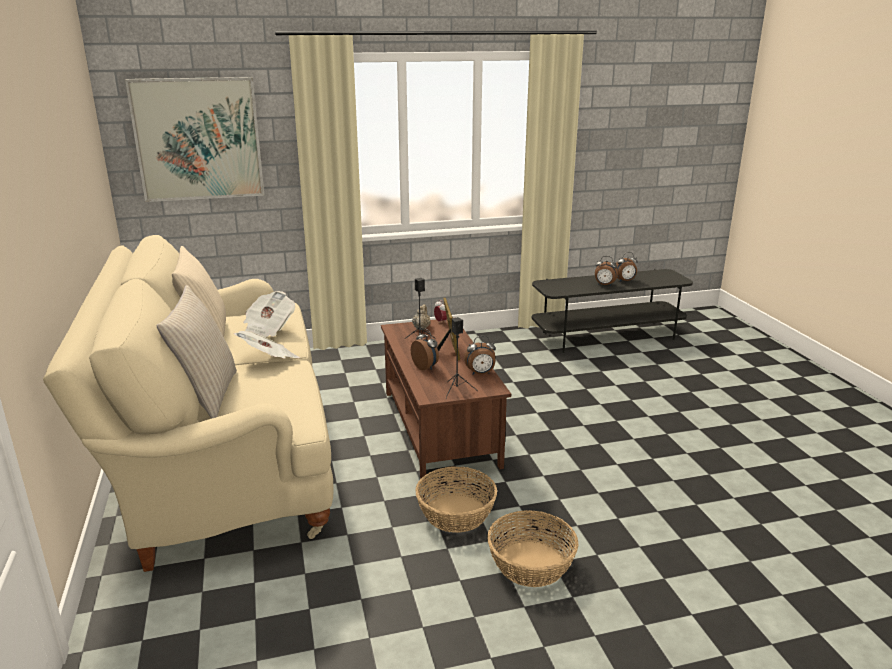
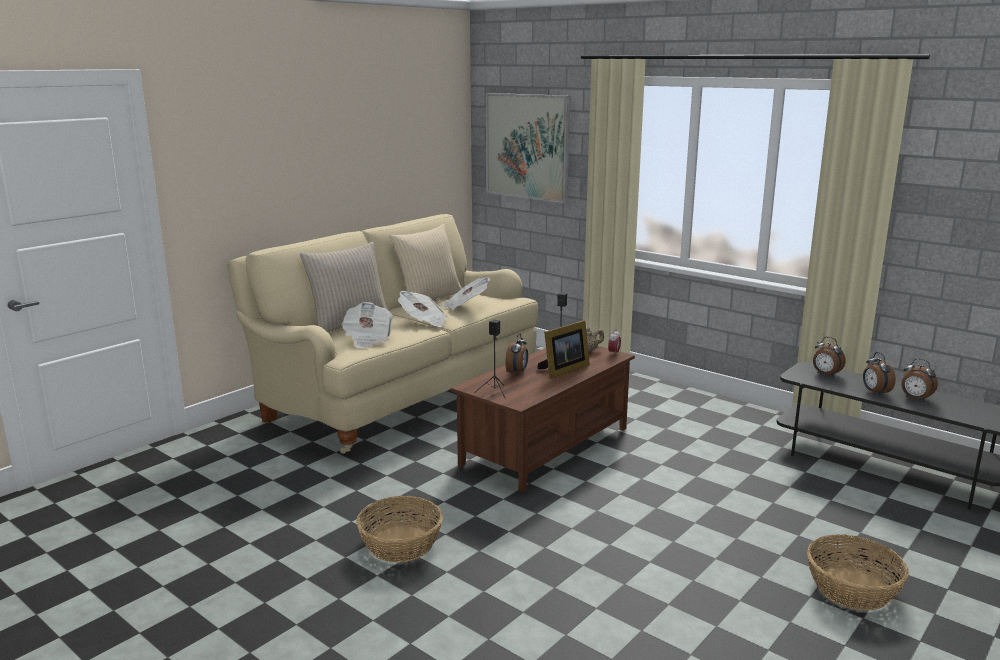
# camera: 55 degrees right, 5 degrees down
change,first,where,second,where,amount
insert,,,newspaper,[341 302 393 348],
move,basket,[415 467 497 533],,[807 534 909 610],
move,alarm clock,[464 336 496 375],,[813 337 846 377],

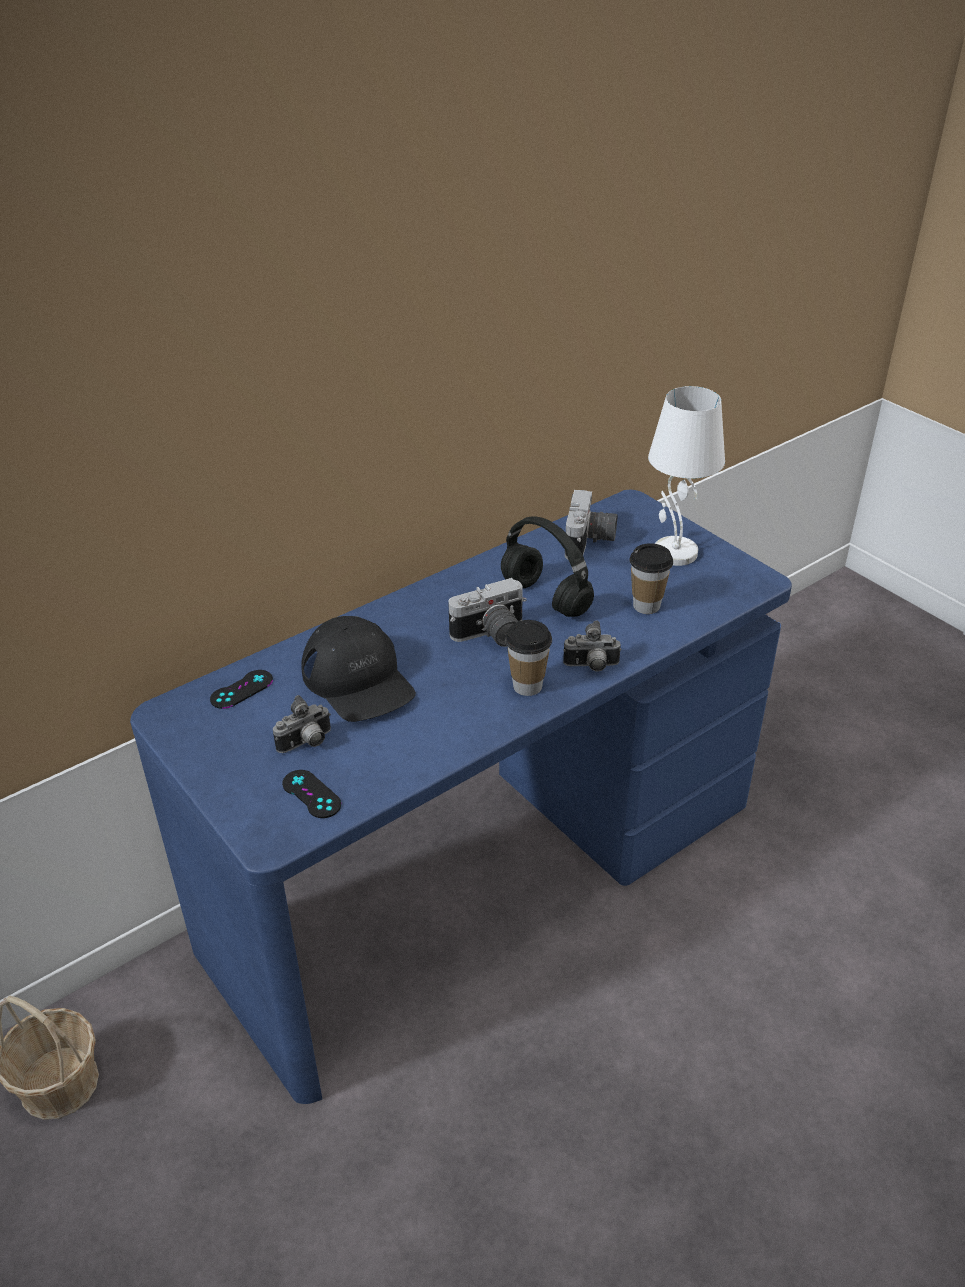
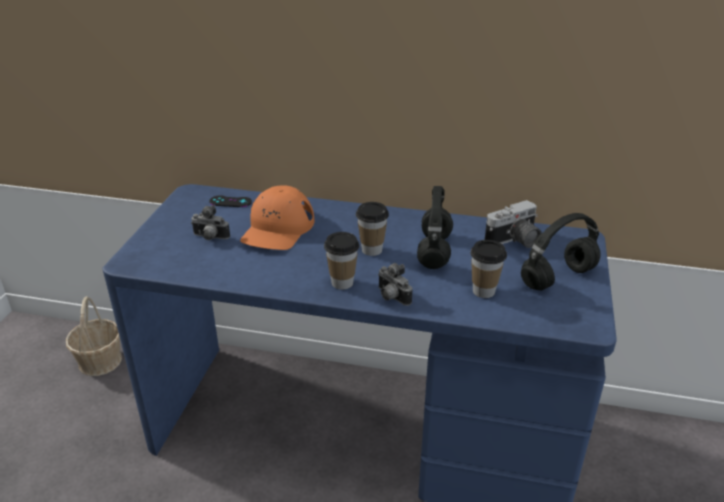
# camera: 50 degrees right, 5 degrees down
change,first,where,second,where,amount
recolor,black cap,[301 616 416 722],orange cap,[240 185 314 250],
replace,photo camera,[448 578 526 647],cup,[356 202 389 256],
replace,white table lamp,[648 386 725 566],black headphones,[521 213 601 290],
delete,black game controller,[282 770 341 818],,,

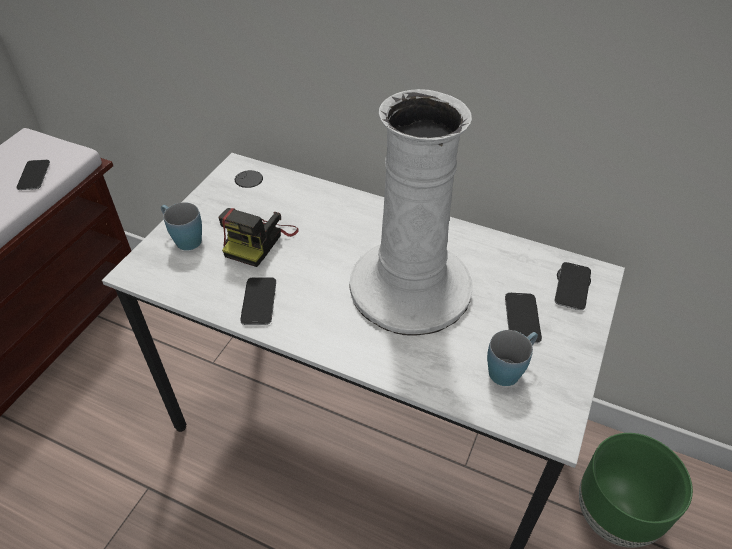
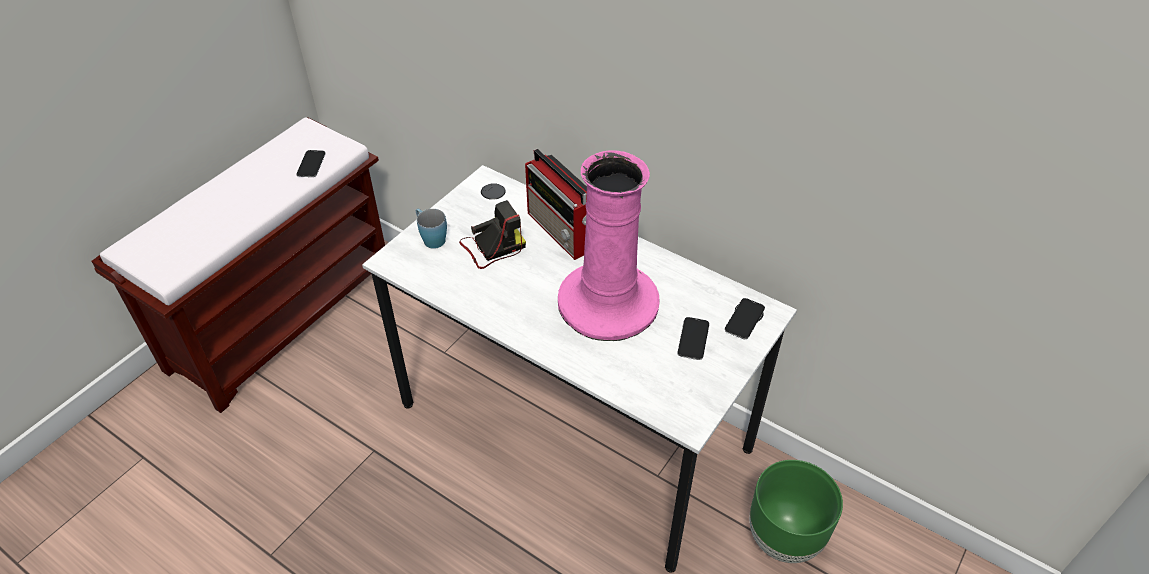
# camera: 10 degrees right, 0 degrees up
change,first,where,second,where,amount
rotate,photo camera,[218 208 299 267],,[459 200 526 269],150 degrees counterclockwise
insert,,,radio,[525 149 587 260],
recolor,white vase,[350 89 473 335],pink vase,[558 150 659 341],
delete,phone,[240 277 276 325],,,
delete,blue mug,[487 330 538 386],,,

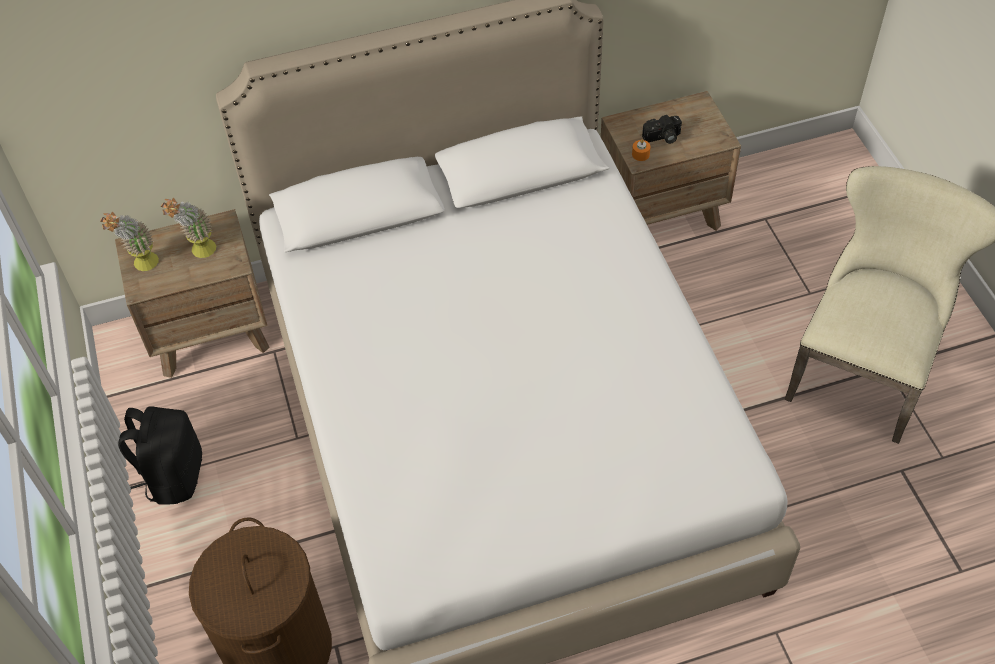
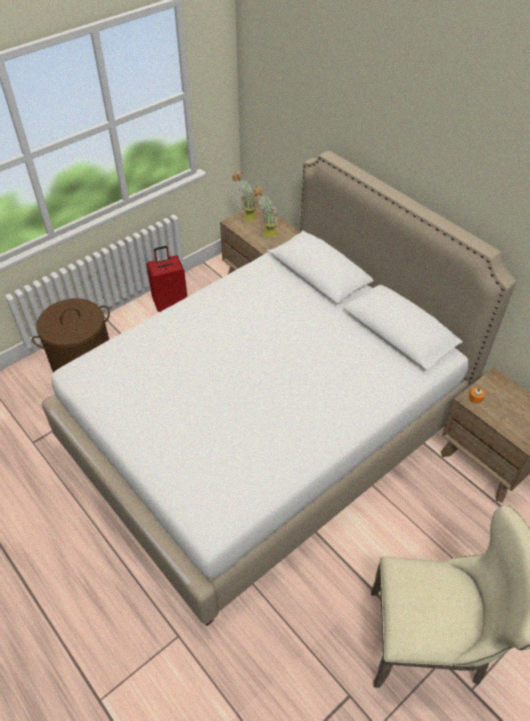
# camera: 65 degrees right, 5 degrees down
change,first,where,second,where,amount
replace,black backpack,[118 406 202 505],red suitcase,[146 246 187 312],
delete,photo camera,[642 115 682 144],,,

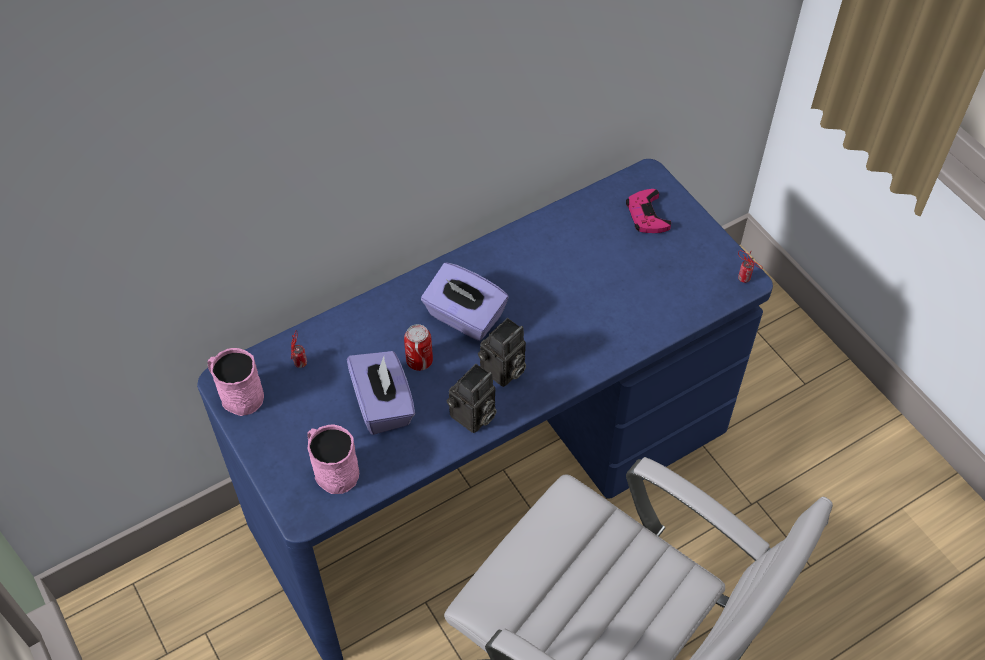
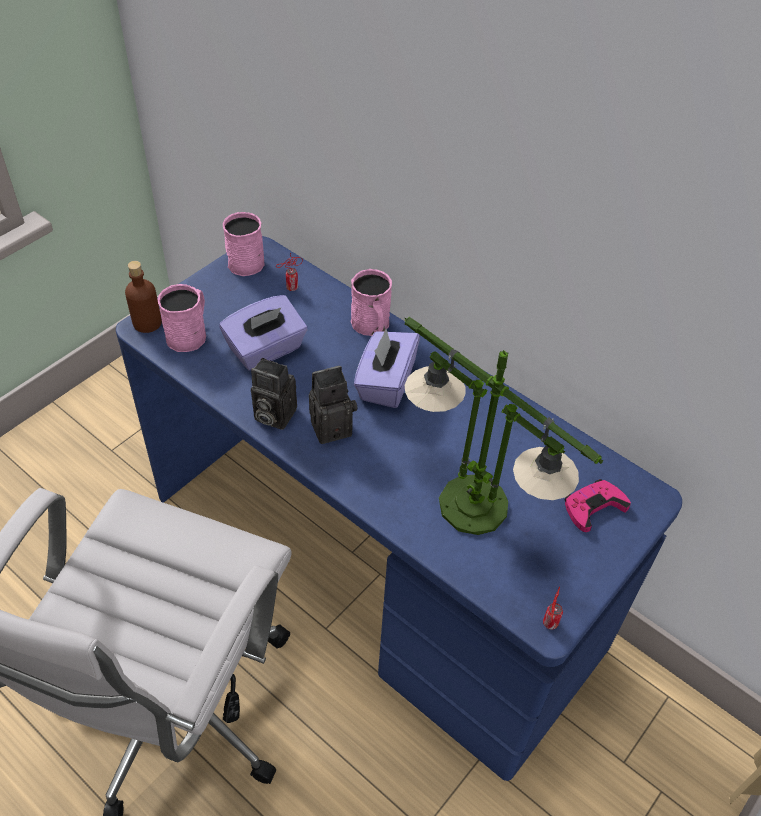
# camera: 70 degrees right, 5 degrees down
change,first,where,second,where,amount
insert,,,brown bottle,[125 261 162 333],
rotate,photo camera,[478 318 526 387],,[309 366 357 444],135 degrees clockwise
insert,,,pink mug,[351 269 392 336],
insert,,,table lamp,[404 317 603 535],
delete,can,[404 324 433 371],,,

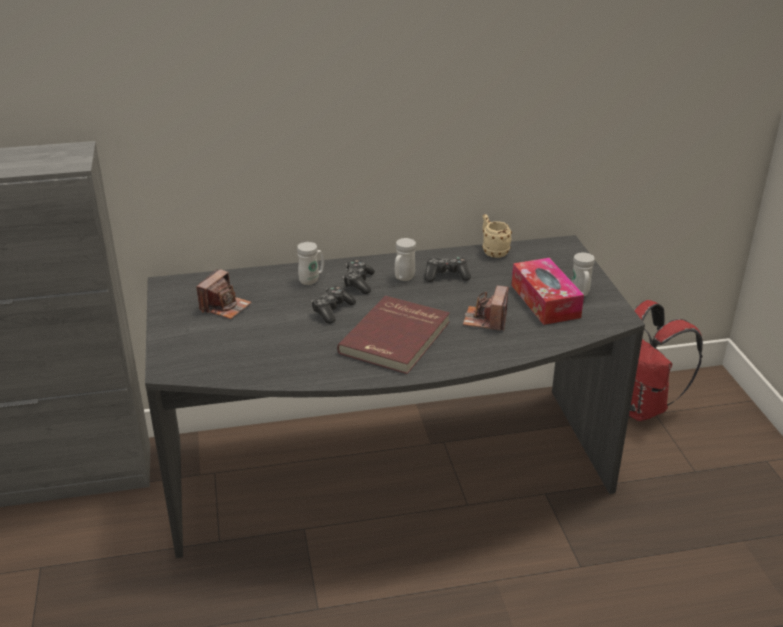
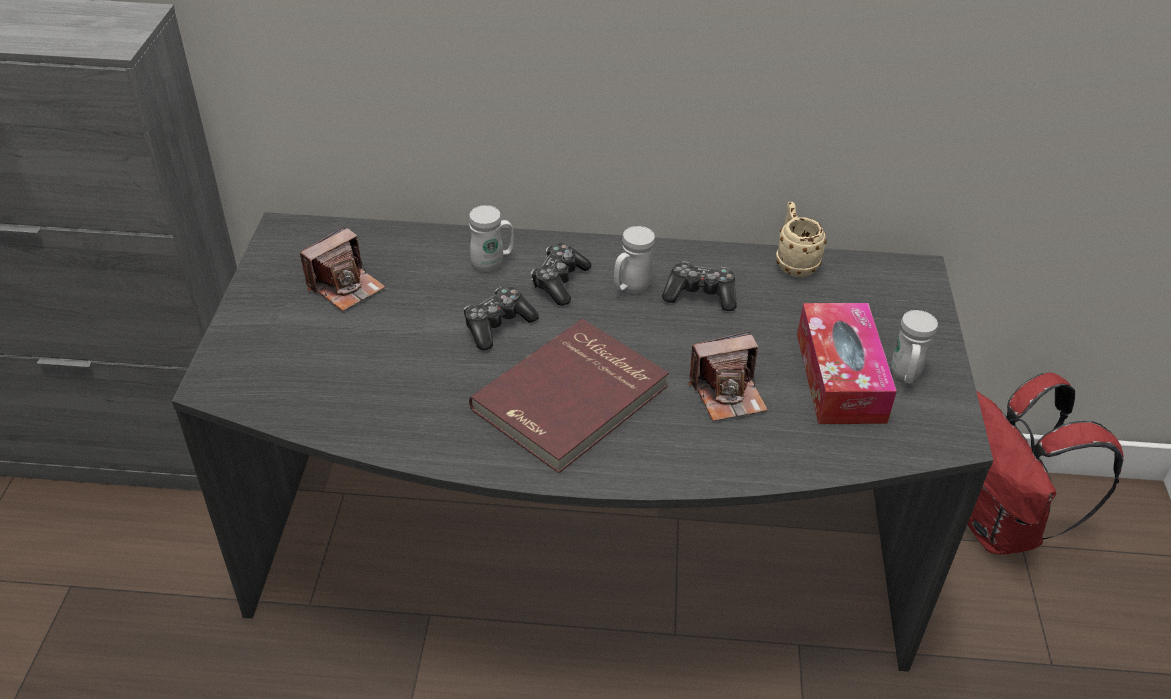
# camera: 15 degrees right, 10 degrees up
change,first,where,second,where,amount
rotate,photo camera,[463 285 508 331],,[689 331 768 421],135 degrees counterclockwise

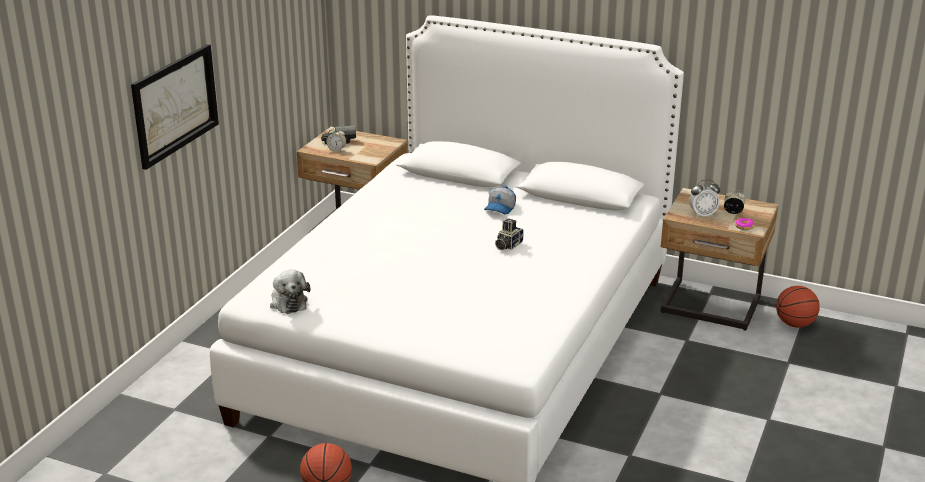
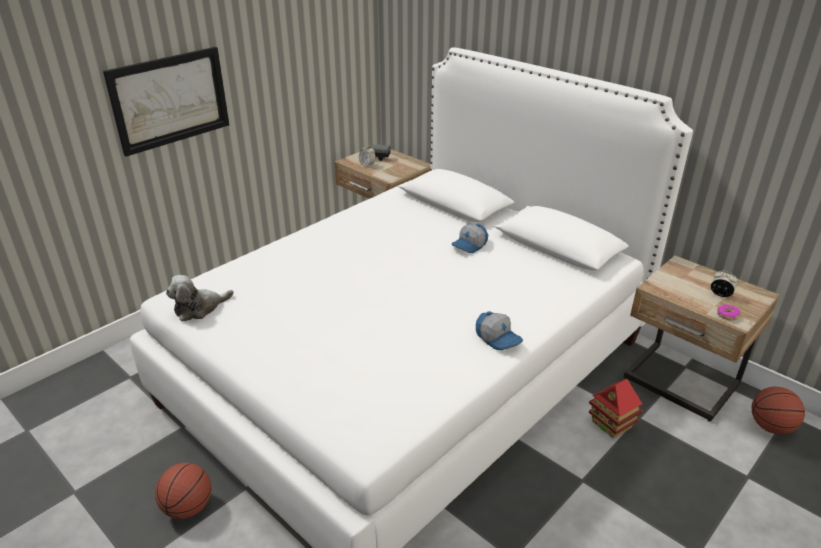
# camera: 20 degrees right, 5 degrees up
change,first,where,second,where,amount
rotate,plush toy,[270 270 311 314],,[166 275 234 322],60 degrees clockwise
insert,,,cap,[476 311 523 350],
insert,,,toy house,[589 379 643 438],
delete,photo camera,[495 218 524 250],,,
delete,alarm clock,[689 179 720 218],,,

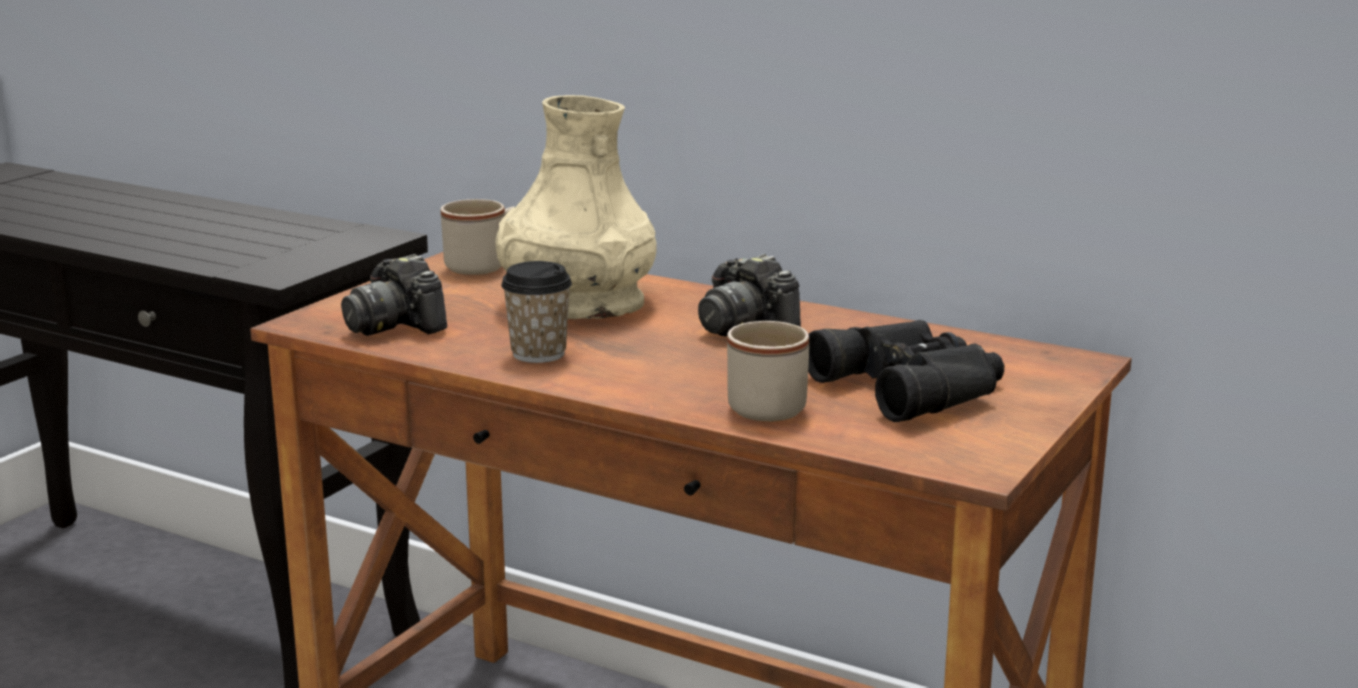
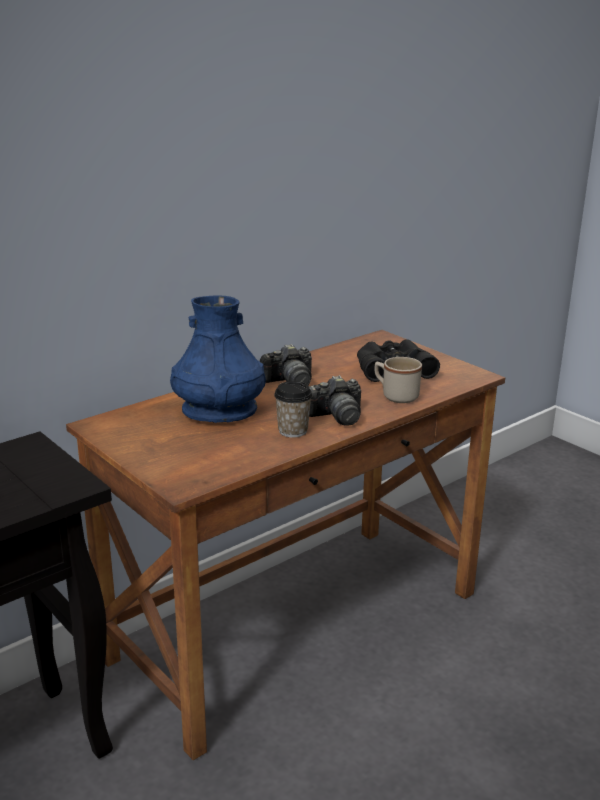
# camera: 70 degrees left, 5 degrees up
change,first,where,second,where,amount
recolor,beige vase,[495 95 657 319],blue vase,[170 295 266 423],
move,photo camera,[341 254 447 336],,[309 375 361 425],
delete,beige mug,[441 199 514 275],,,

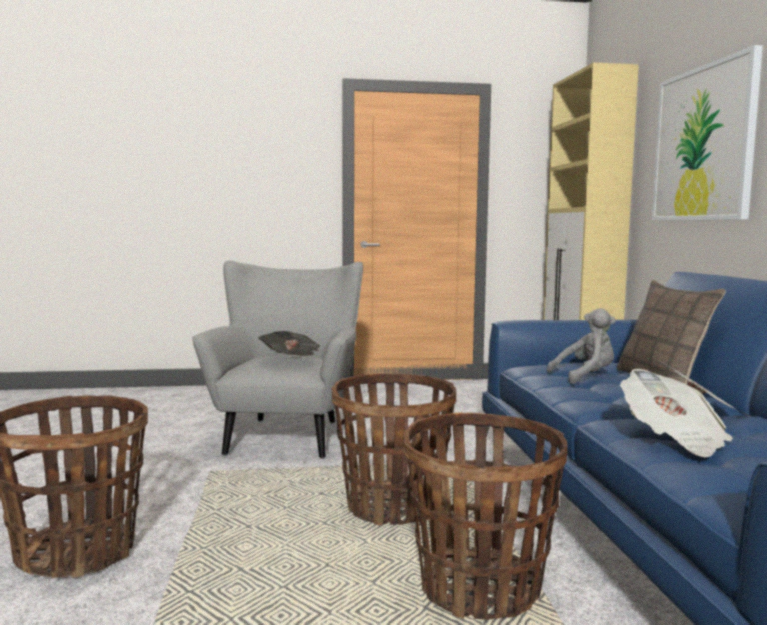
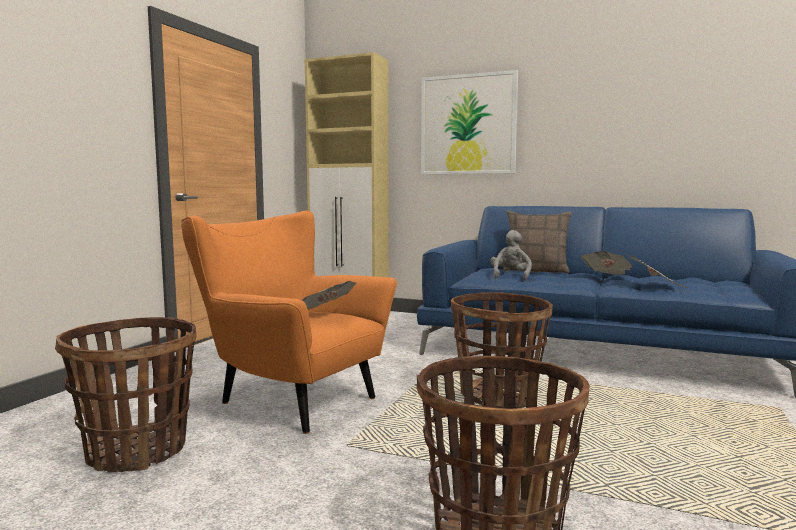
# camera: 60 degrees left, 0 degrees up
change,first,where,second,where,amount
move,basket,[403 412 567 620],,[55 317 196 472],
recolor,grey armchair,[192 260 363 459],orange armchair,[181 210 397 434],

